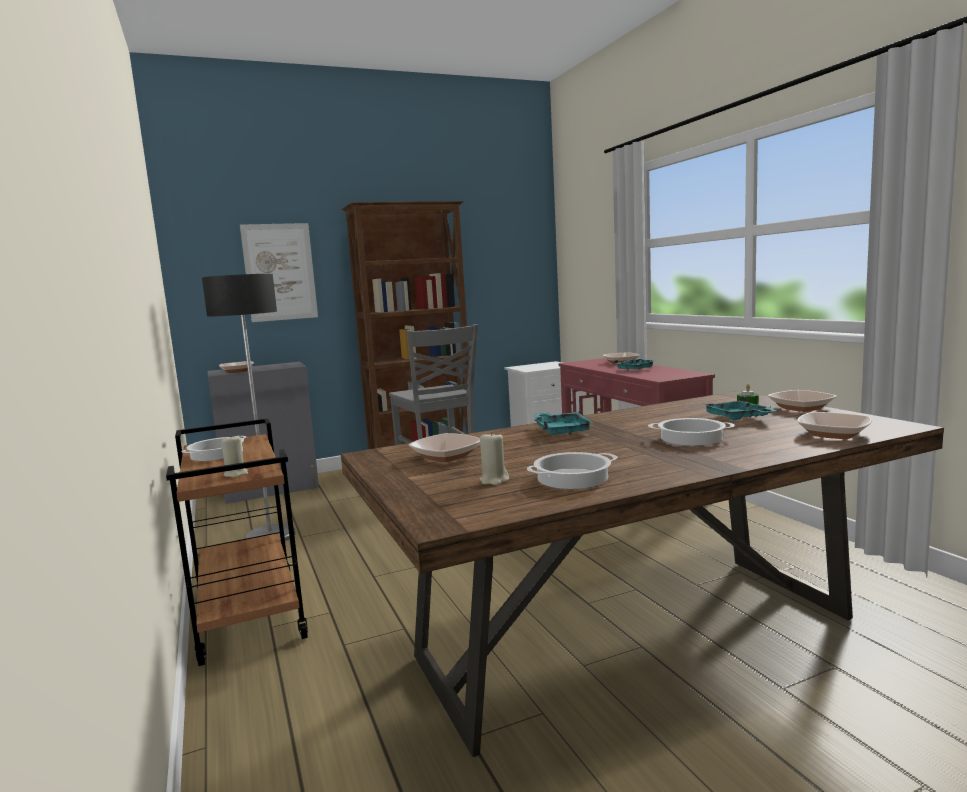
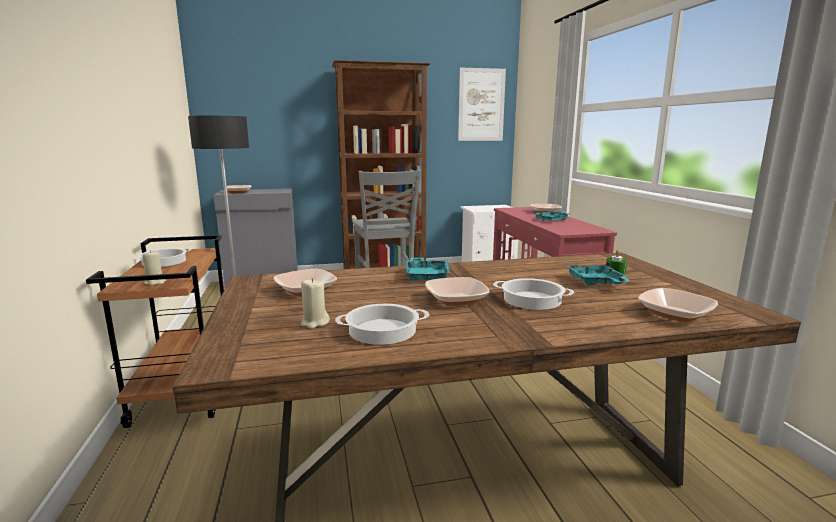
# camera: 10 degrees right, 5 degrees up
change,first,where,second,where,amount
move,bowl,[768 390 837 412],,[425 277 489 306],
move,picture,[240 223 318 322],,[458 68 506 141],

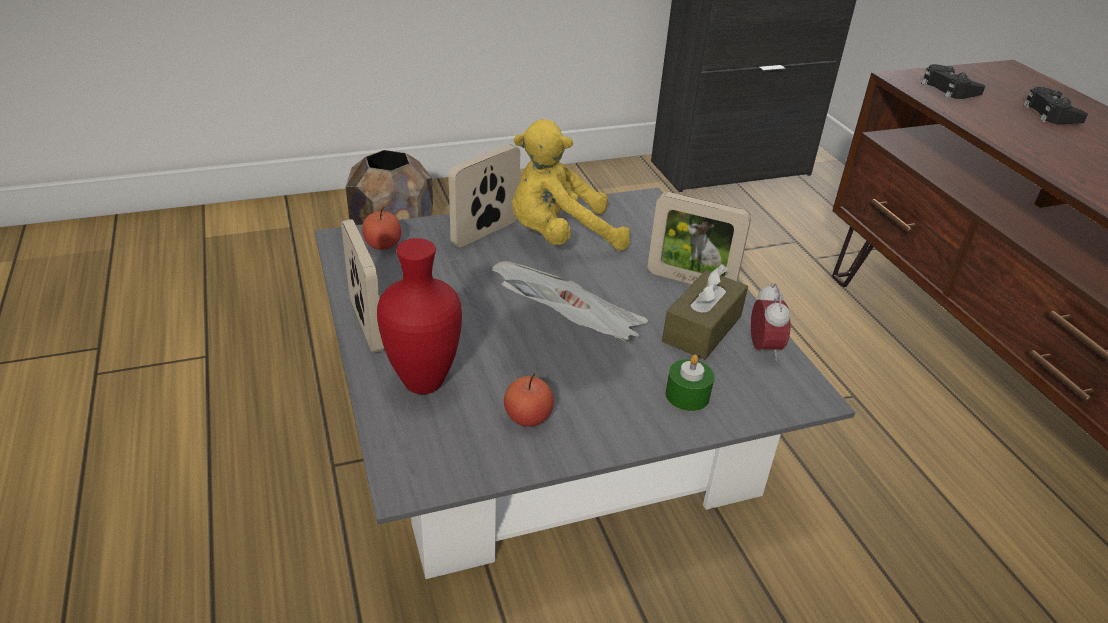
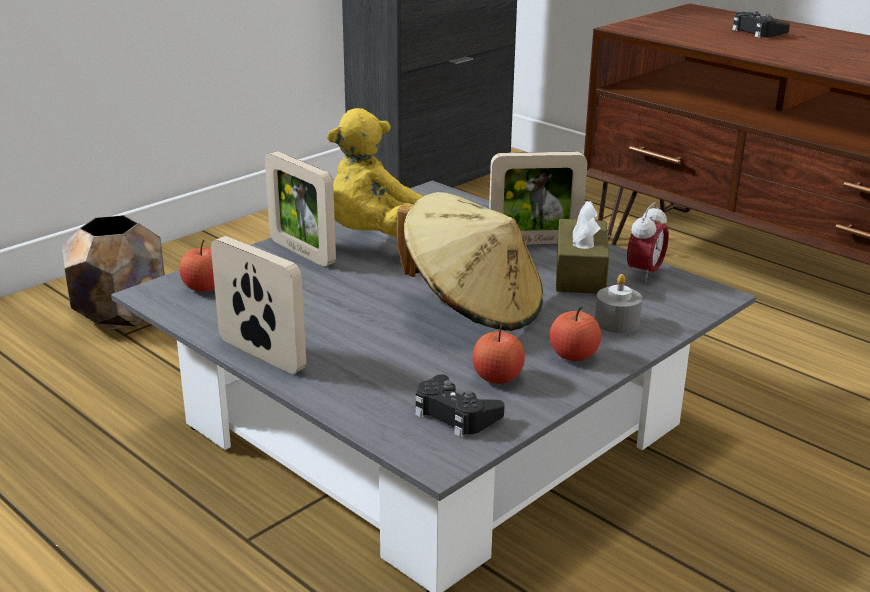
# camera: 25 degrees left, 10 degrees down
change,first,where,second,where,amount
rotate,picture frame,[449 144 520 248],,[265 151 336 267],60 degrees counterclockwise
replace,newspaper,[492 261 648 341],beige hat,[397 192 543 331],
move,black game controller,[921 64 985 99],,[415 374 505 437],
insert,,,apple,[550 307 601 361],
recolor,green candle,[666 355 714 411],grey candle,[595 274 642 333],
rotate,alarm clock,[751 283 791 361],,[627 203 669 283],60 degrees clockwise
delete,red vase,[377 238 462 394],,,

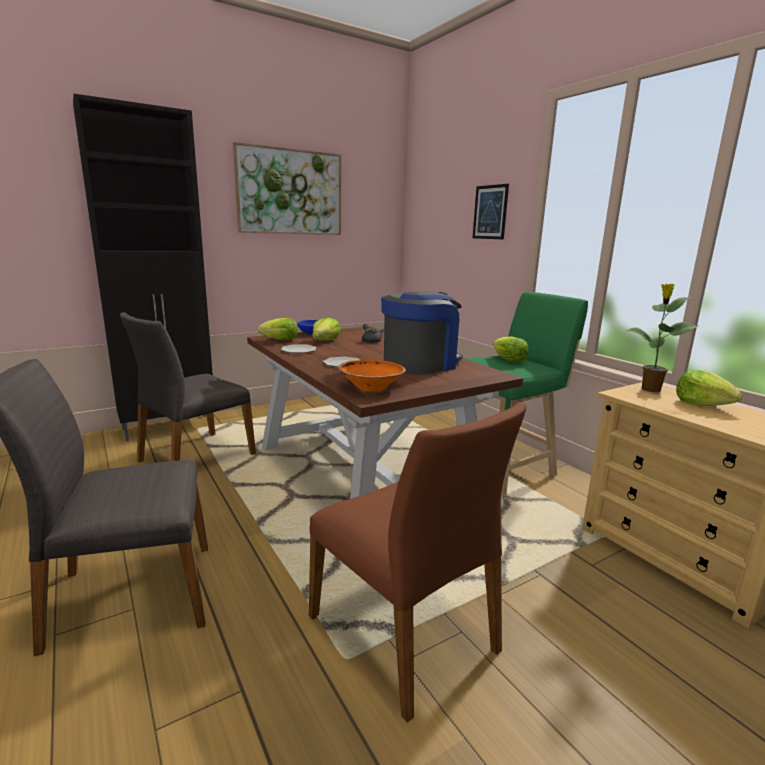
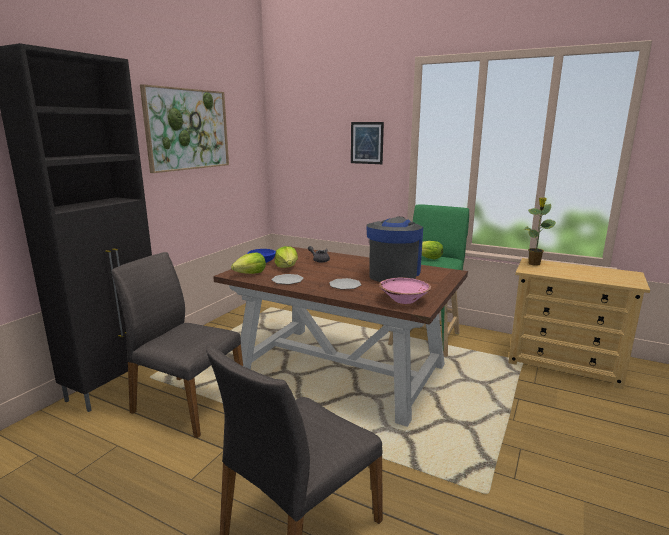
# camera: 30 degrees left, 0 degrees up
change,first,where,second,where,amount
rotate,grey chair,[120 312 256 463],,[112 252 243 438],105 degrees clockwise
recolor,orange bowl,[338 360 406 392],pink bowl,[379 277 431 304],
delete,brown chair,[309 402 527 722],,,
delete,lettuce,[676 370 743 406],,,

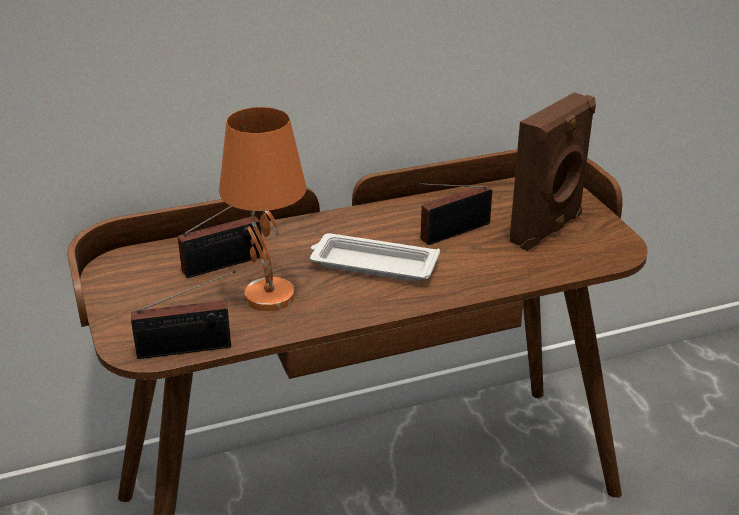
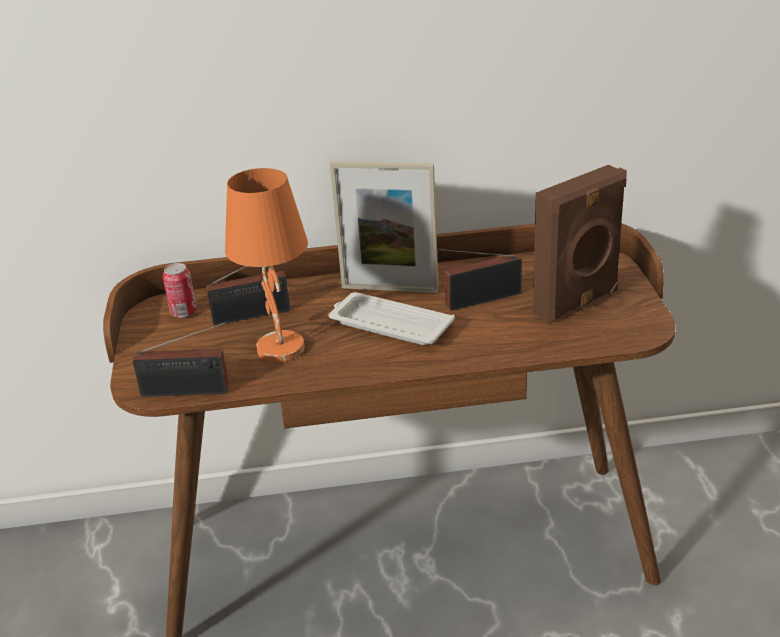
# camera: 15 degrees right, 0 degrees up
change,first,where,second,where,amount
insert,,,can,[162 263 197 318],
insert,,,picture frame,[330 161 439 293],

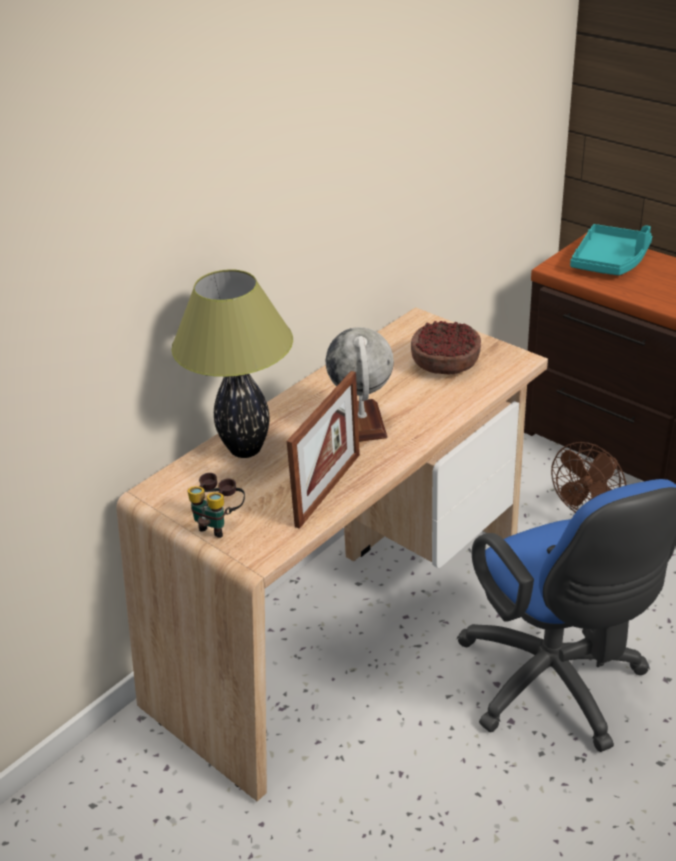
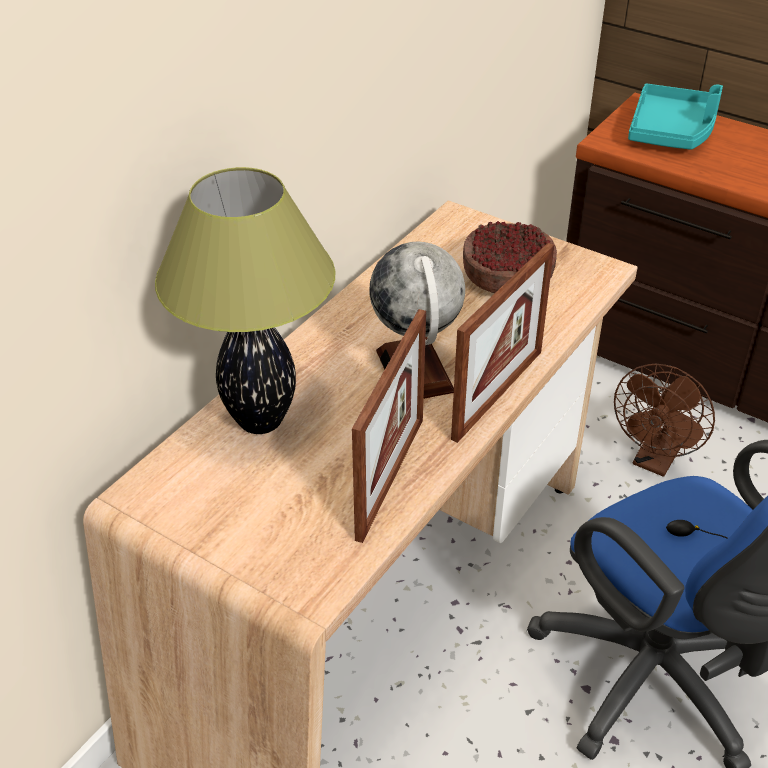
# camera: 10 degrees left, 5 degrees up
change,first,where,second,where,amount
insert,,,picture frame,[451 243 554 443],
delete,binoculars,[188 473 245 538],,,

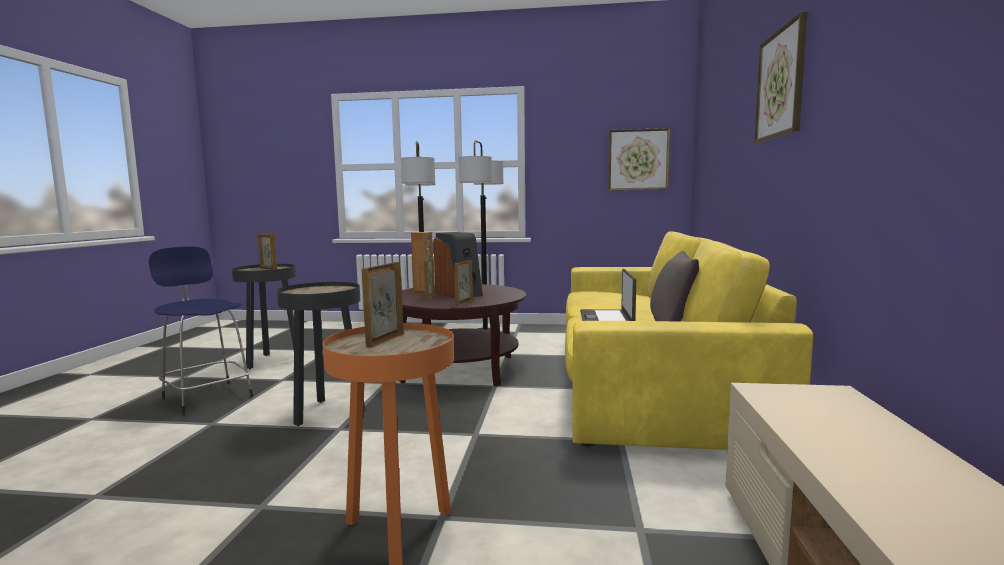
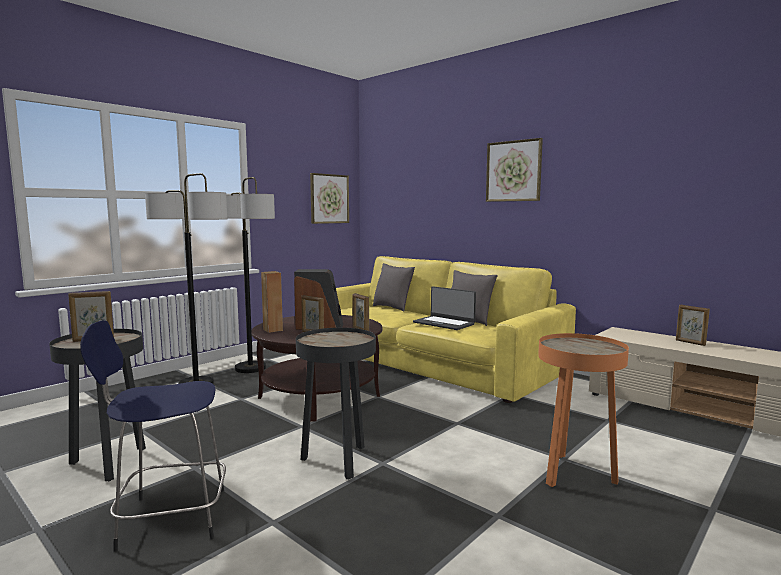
# camera: 55 degrees left, 0 degrees up
change,first,where,second,where,amount
insert,,,grey pillow,[373 263 415 312],
move,picture frame,[362 262 404 348],,[676 305 710 346],

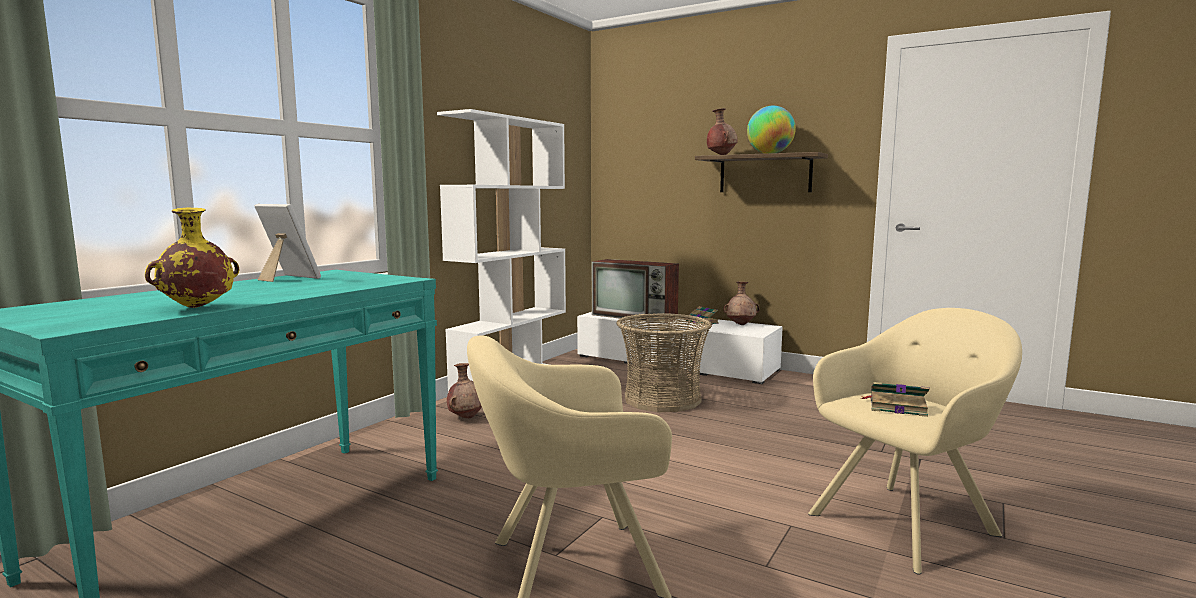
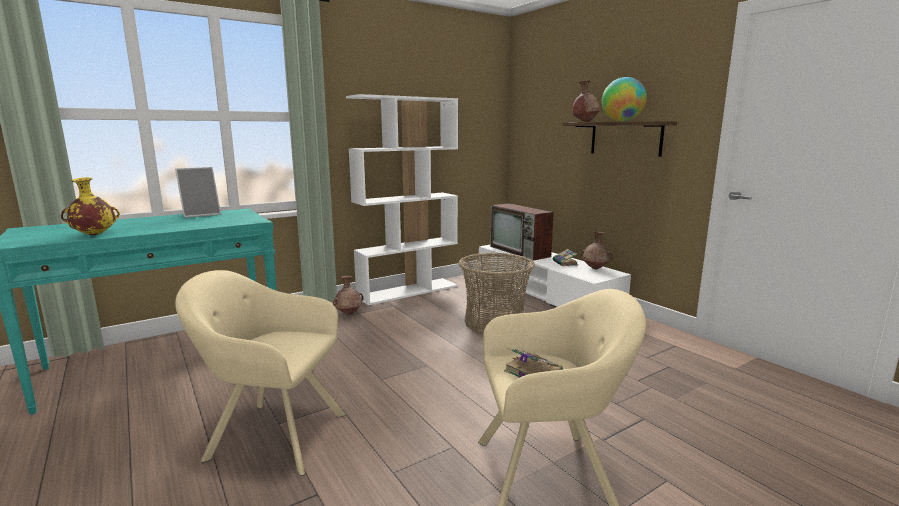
# camera: 25 degrees right, 5 degrees up
change,first,where,second,where,amount
rotate,picture frame,[254 204 321 282],,[175 167 221 218],90 degrees clockwise

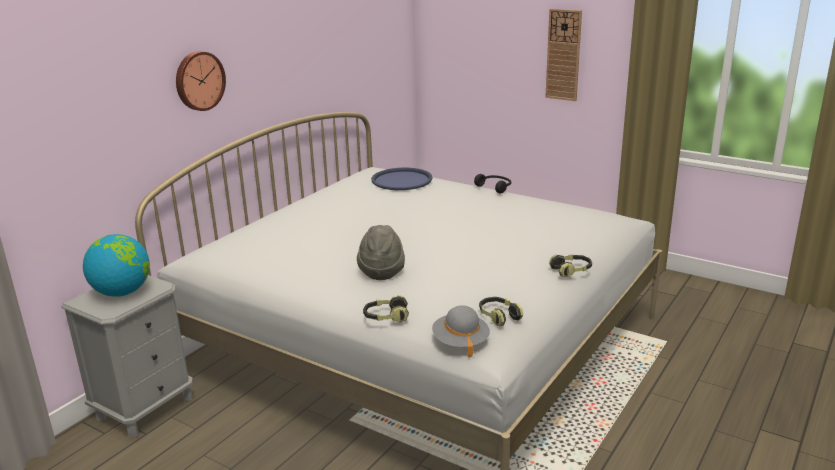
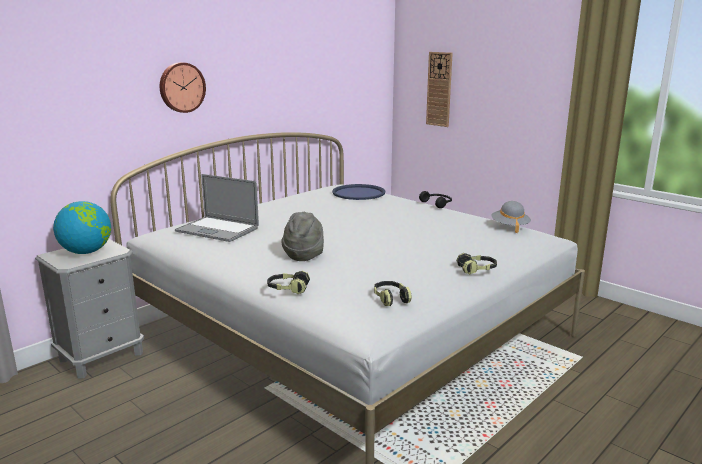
# camera: 10 degrees right, 5 degrees down
change,first,where,second,where,amount
insert,,,laptop,[175 174 259 242],
move,wall clock,[545 9 582 101],,[426 52 453 127],
move,grey hat,[432 305 490 357],,[491 201 531 233],

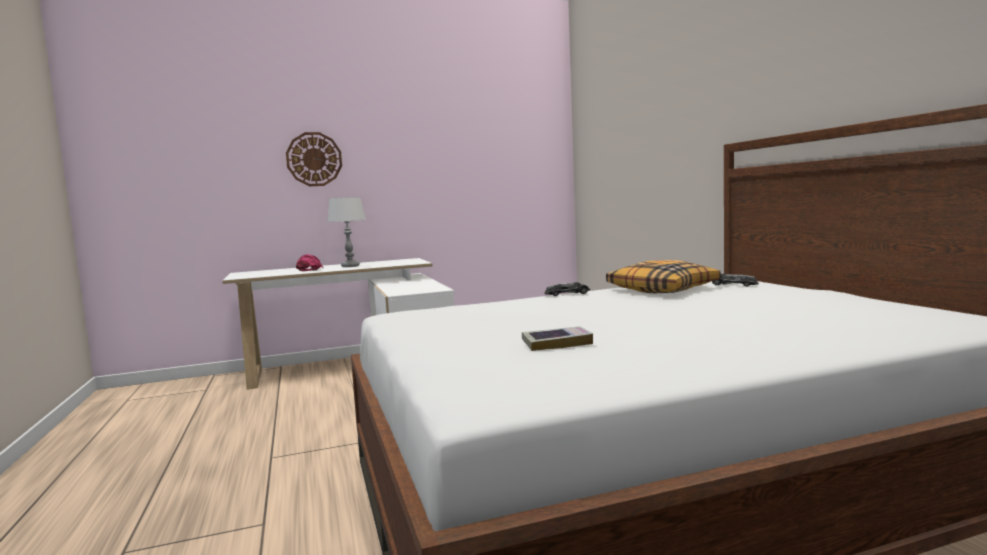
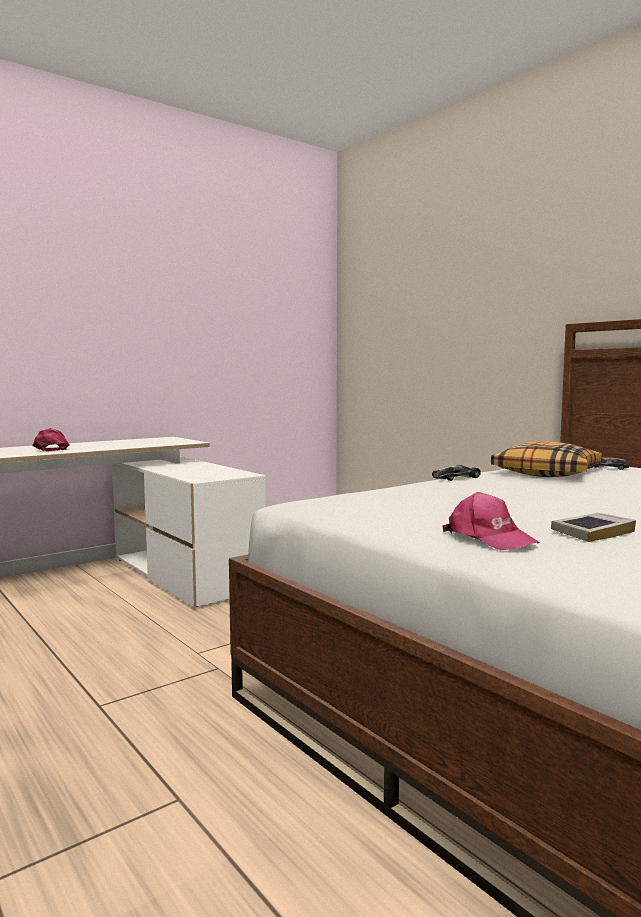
# camera: 20 degrees left, 0 degrees up
change,first,where,second,where,amount
insert,,,pink cap,[443 492 540 550],
delete,wall clock,[286 132 342 186],,,
delete,grey table lamp,[327 197 366 267],,,

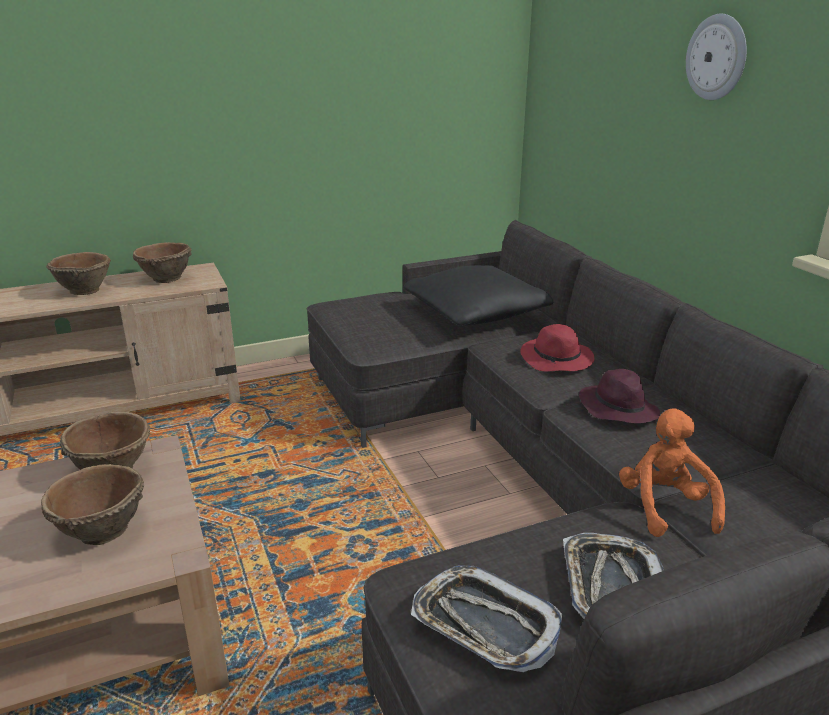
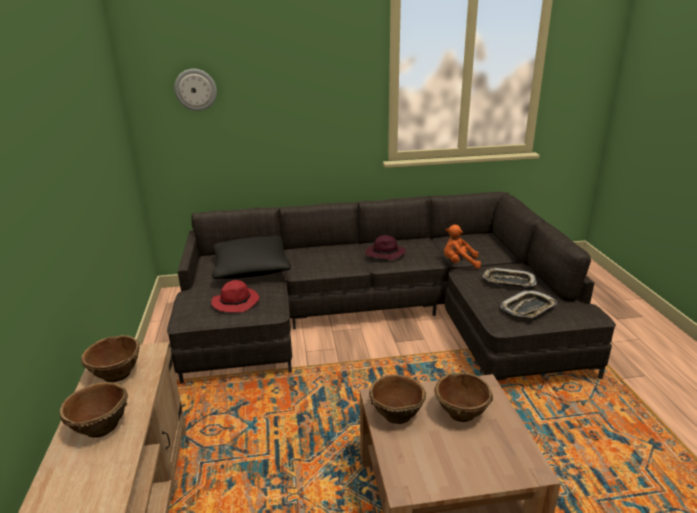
# camera: 75 degrees left, 0 degrees up
change,first,where,second,where,amount
move,wall clock,[686 14 747 100],,[174 69 217 111],
move,red hat,[520 324 595 372],,[211 280 259 313],

